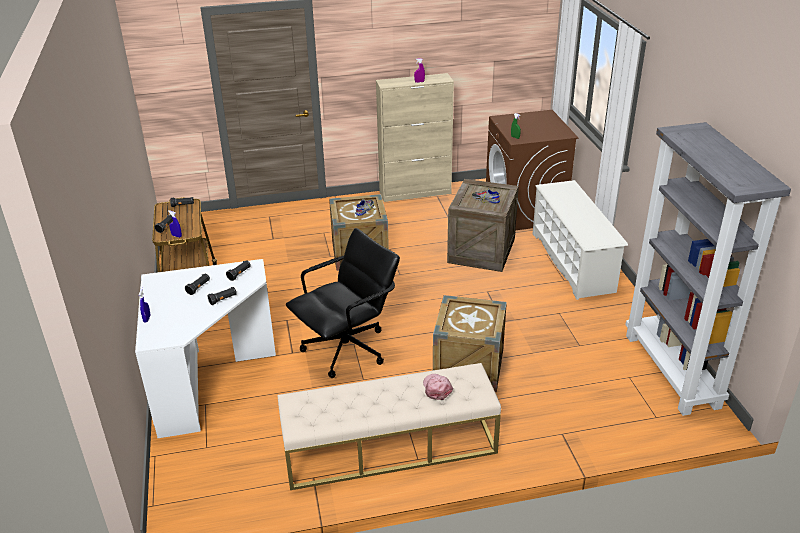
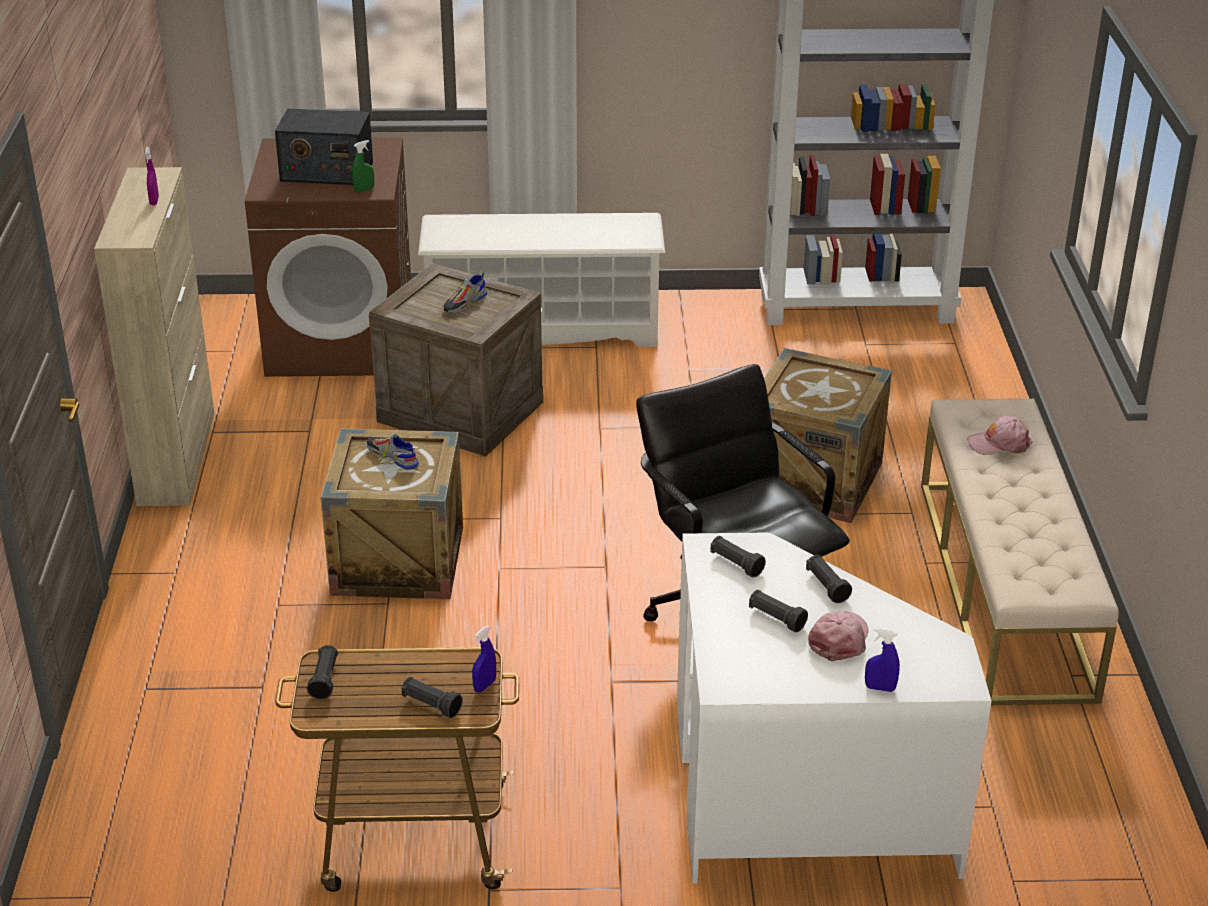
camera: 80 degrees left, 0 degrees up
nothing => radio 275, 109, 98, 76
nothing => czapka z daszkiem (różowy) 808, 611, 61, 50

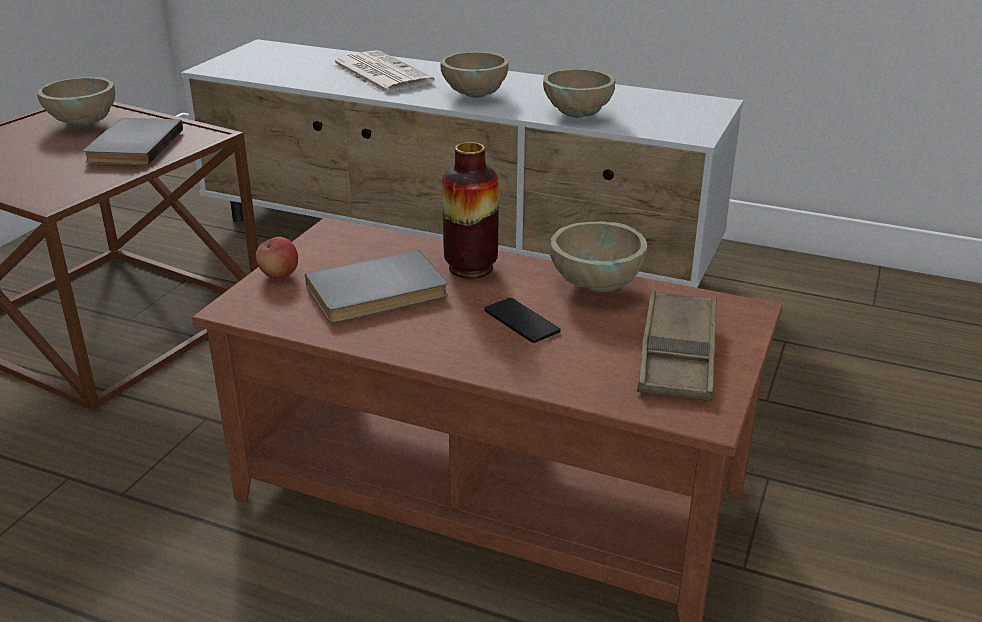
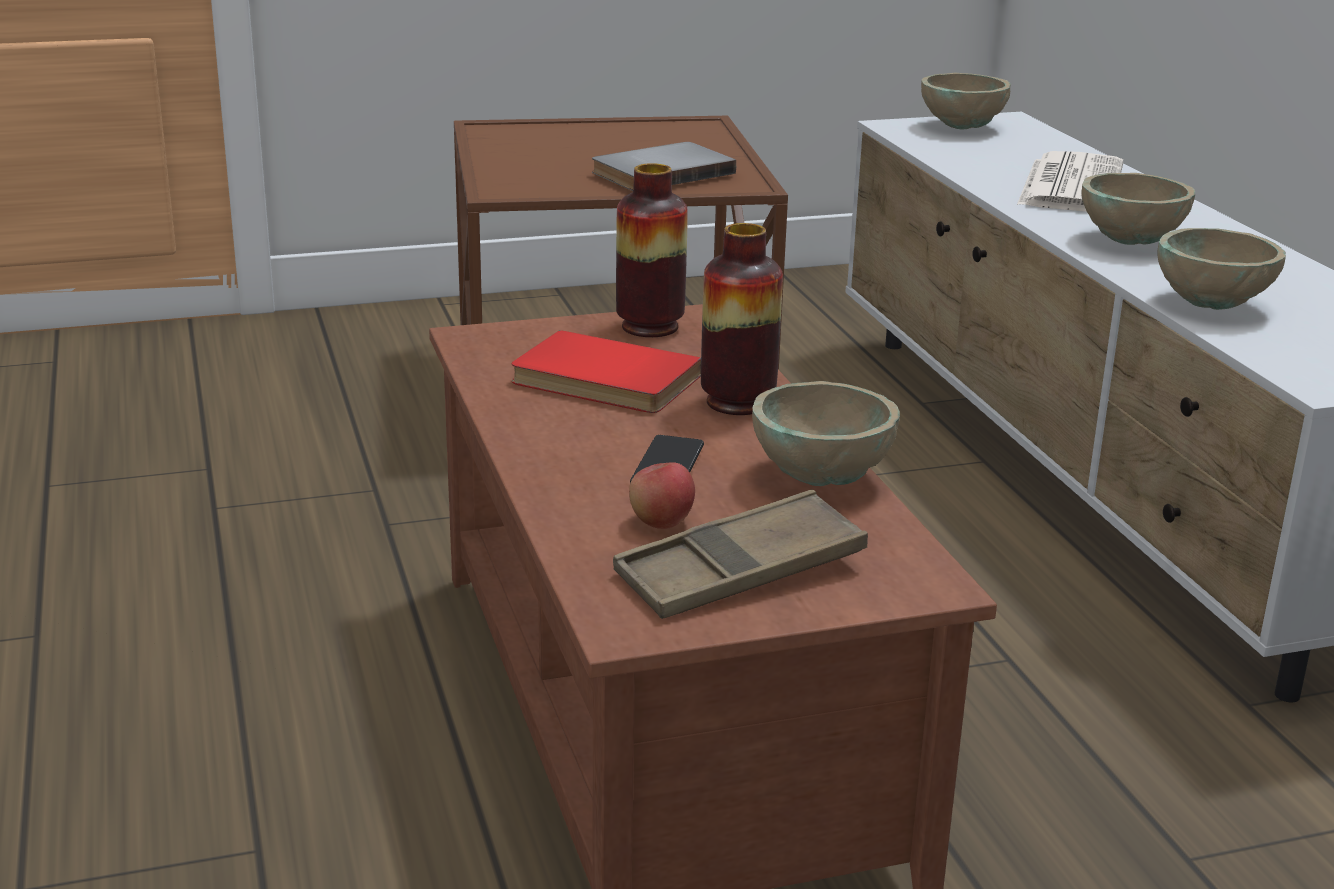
camera: 50 degrees right, 5 degrees down
miska (beżowy) 37, 77, 78, 49 => miska (beżowy) 921, 73, 90, 57, move
jabłko 256, 237, 42, 42 => jabłko 629, 462, 66, 67, move
książka (szary) 305, 250, 143, 73 => książka (czerwony) 511, 330, 190, 83
nothing => wazon 616, 163, 72, 174

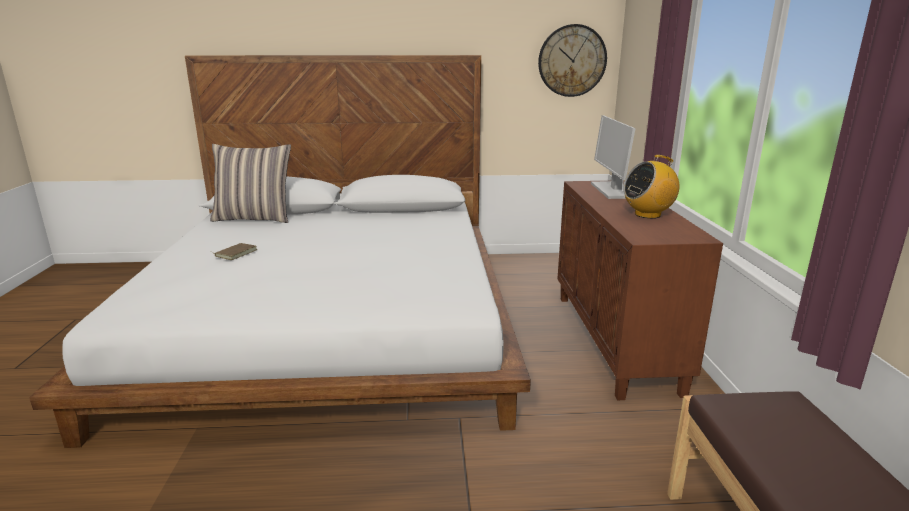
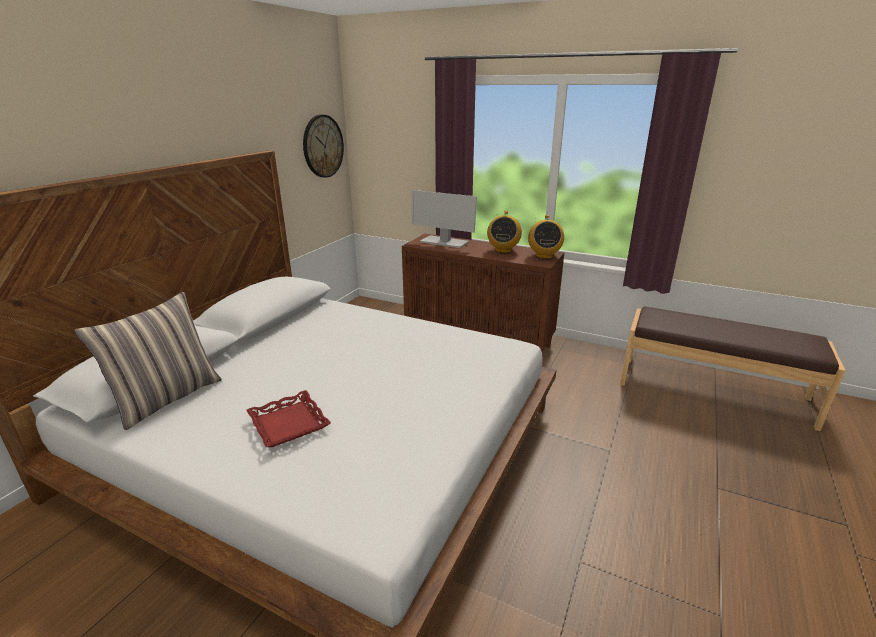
camera: 60 degrees left, 5 degrees up
książka (brązowy) 212, 243, 45, 17 => taca (czerwony) 246, 390, 85, 57
nothing => radio 528, 215, 36, 44

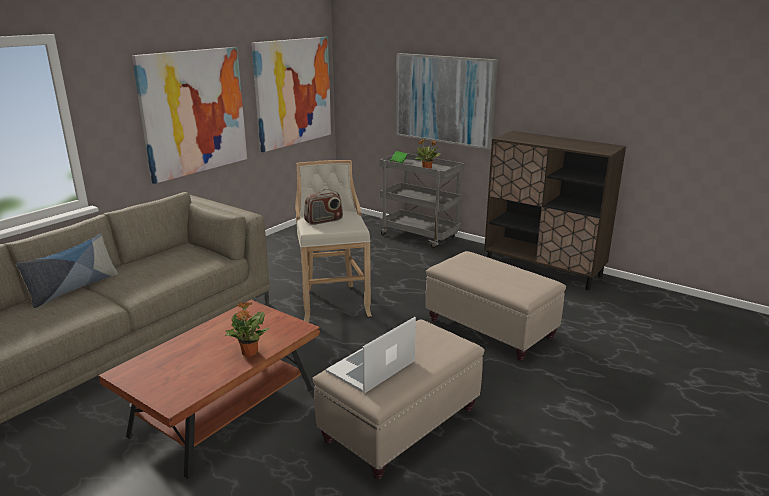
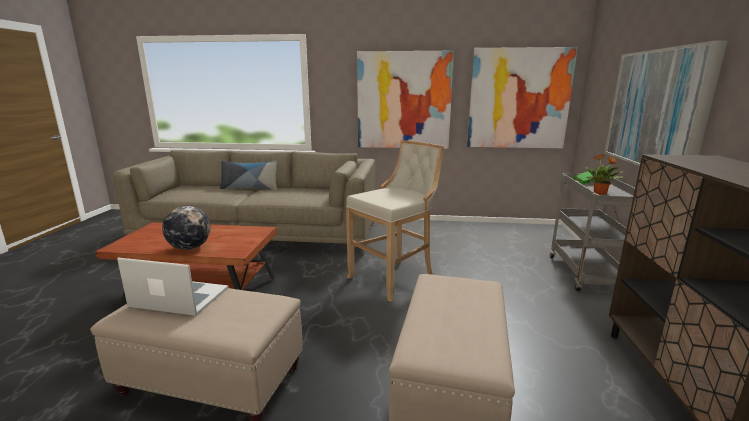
camera: 60 degrees right, 5 degrees down
roślina doniczkowa 225, 302, 44, 54 => globus 162, 206, 49, 44
radio 304, 189, 39, 36 => nothing

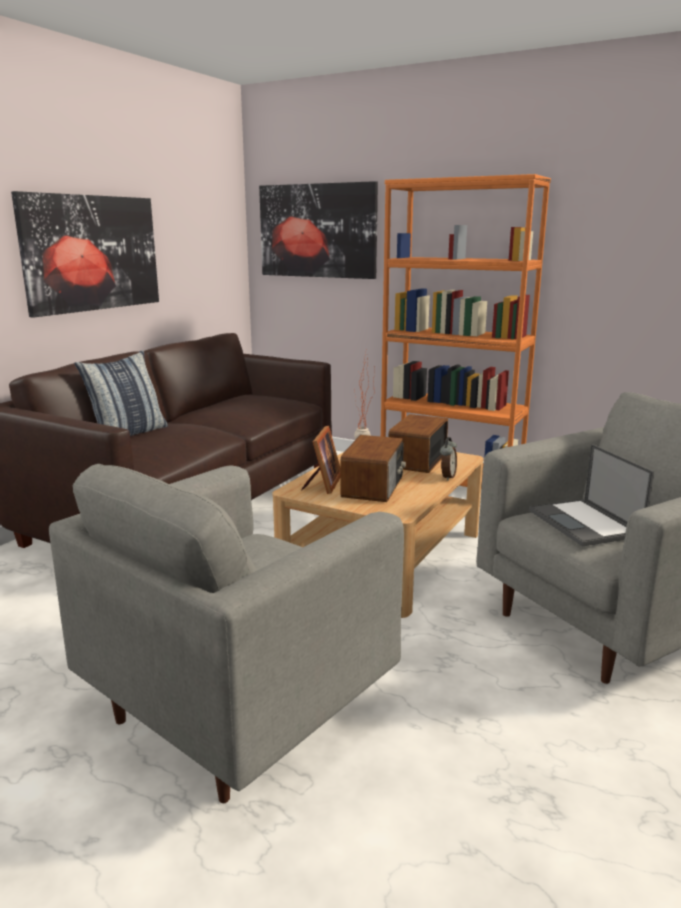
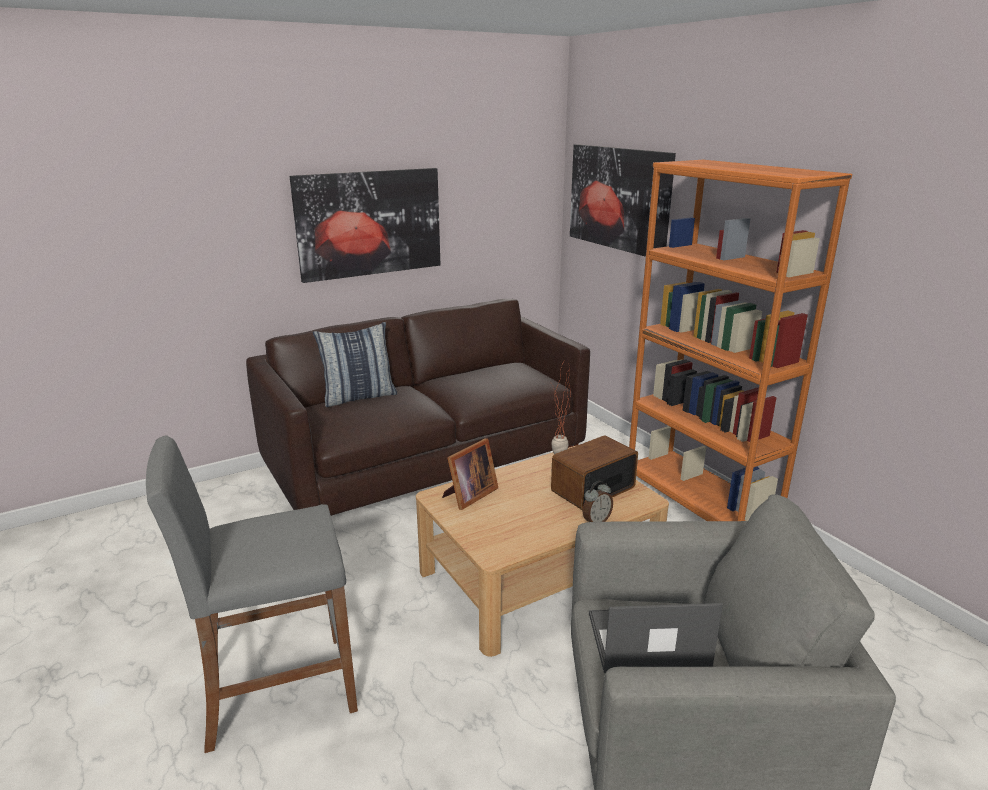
camera: 30 degrees right, 5 degrees up
fotel (szary) 49, 464, 355, 339 => stołek (szary) 146, 435, 212, 318
radio 341, 435, 65, 67 => nothing
laptop 529, 444, 125, 103 => laptop 589, 603, 134, 70, 75 degrees clockwise

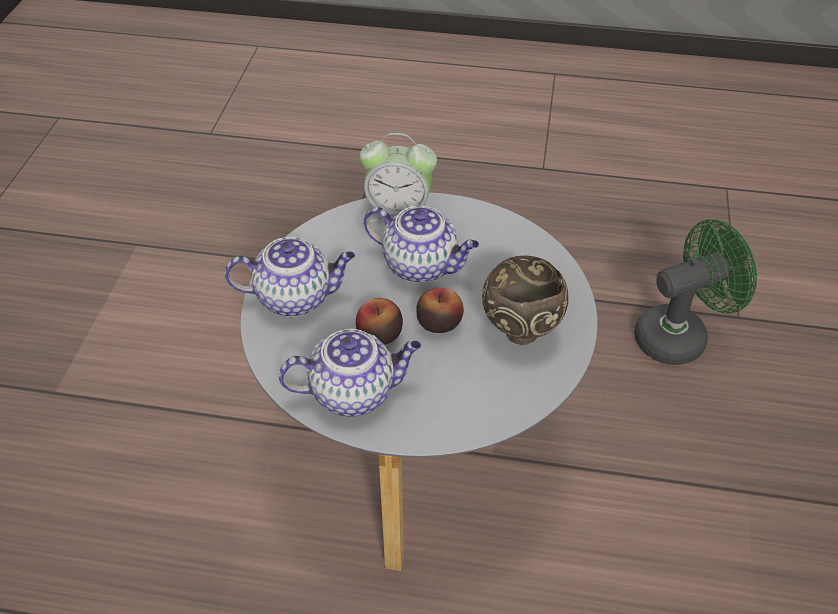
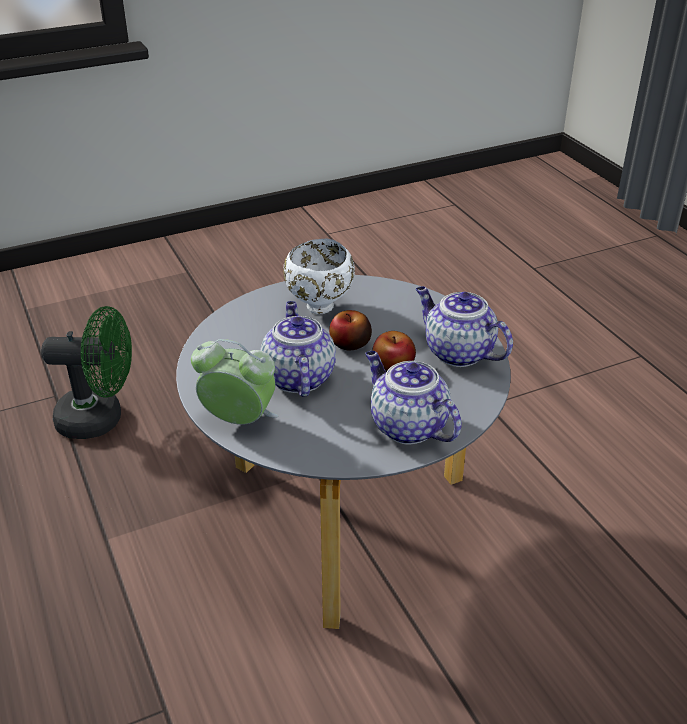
camera: 125 degrees left, 10 degrees down
budzik 359, 133, 78, 90 => budzik 191, 339, 88, 86, 45 degrees counterclockwise
miska (brązowy) 482, 255, 87, 90 => miska (biały) 283, 239, 72, 75
wentylator (zielony) 634, 219, 123, 146 => wentylator (zielony) 41, 306, 91, 133, 150 degrees clockwise

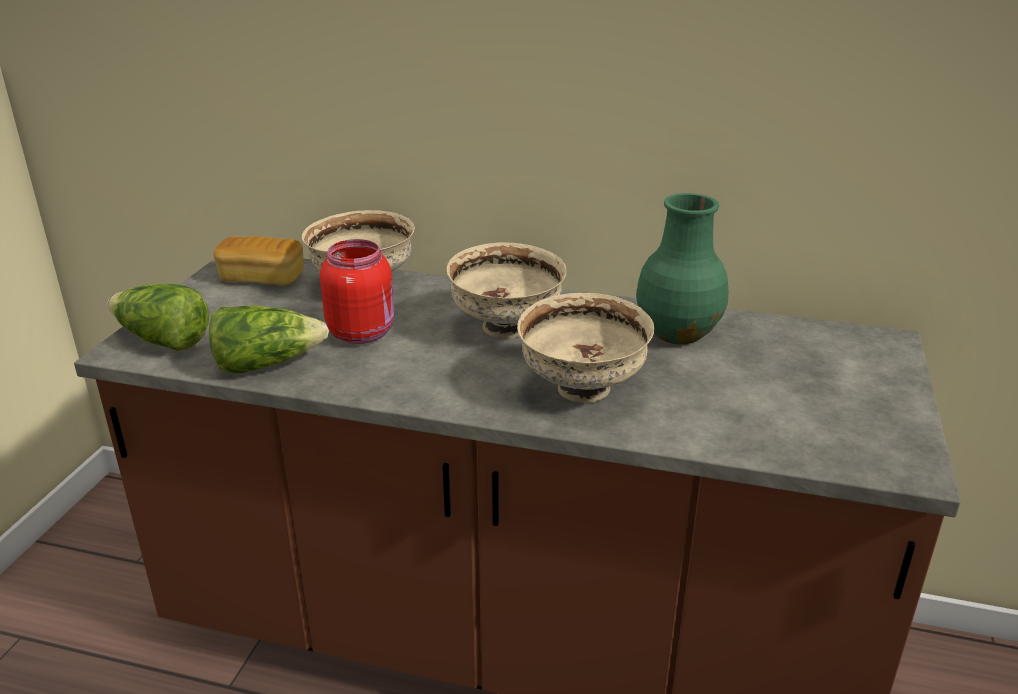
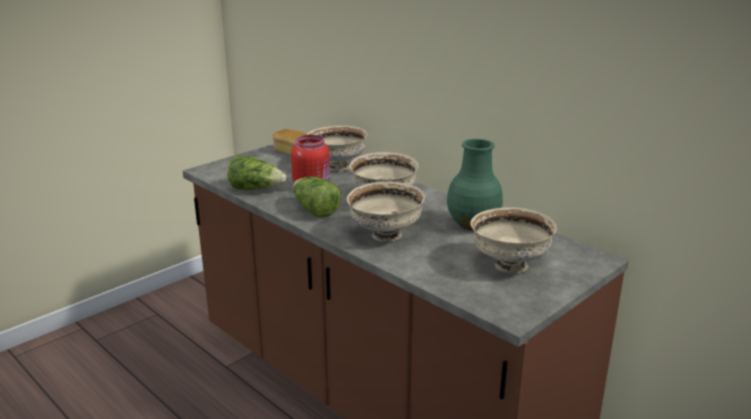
camera: 30 degrees right, 5 degrees down
sałata 108, 284, 101, 67 => sałata 293, 177, 48, 41, move
nothing => miska (beżowy) 470, 207, 87, 67

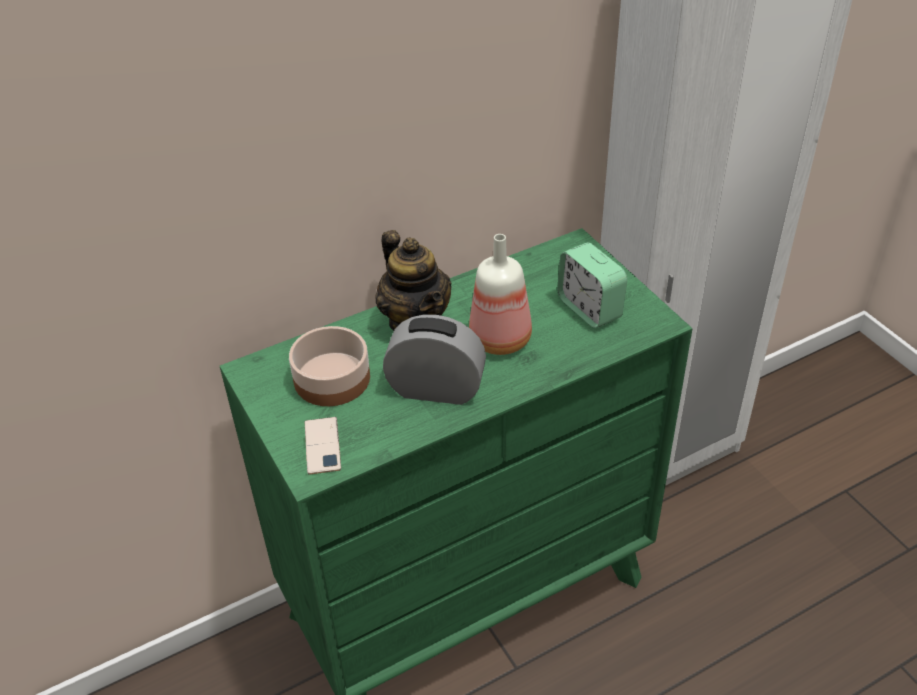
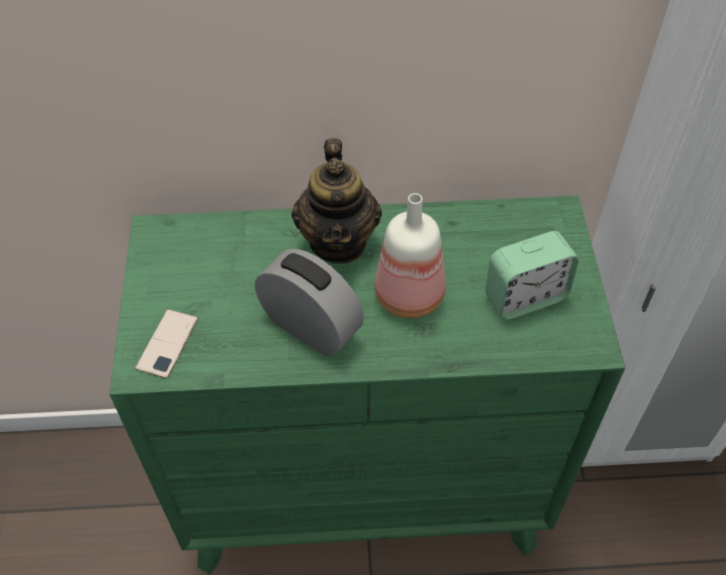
camera: 25 degrees right, 10 degrees up
miska 289, 326, 81, 80 => nothing
budzik 557, 242, 70, 86 => budzik 485, 231, 94, 89, 105 degrees counterclockwise

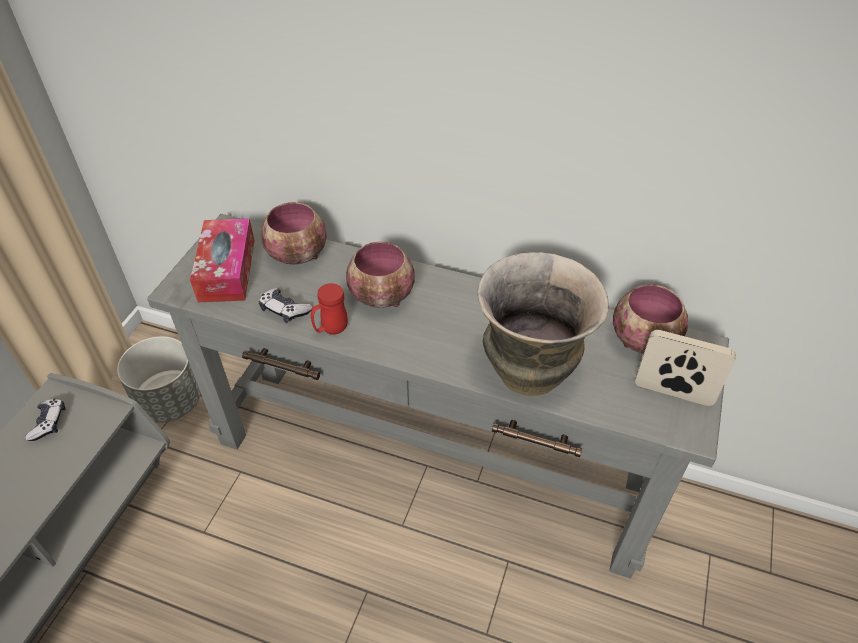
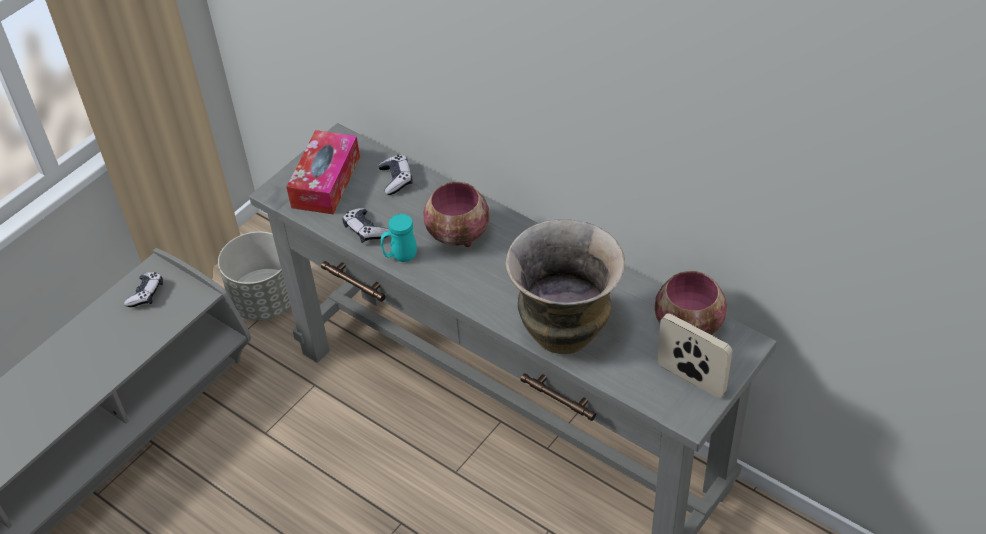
camera: 20 degrees right, 0 degrees up
miska 261, 202, 66, 63 => pad do gier 378, 155, 35, 40
kubek (czerwony) 311, 283, 37, 52 => kubek (turkusowy) 381, 214, 36, 48

